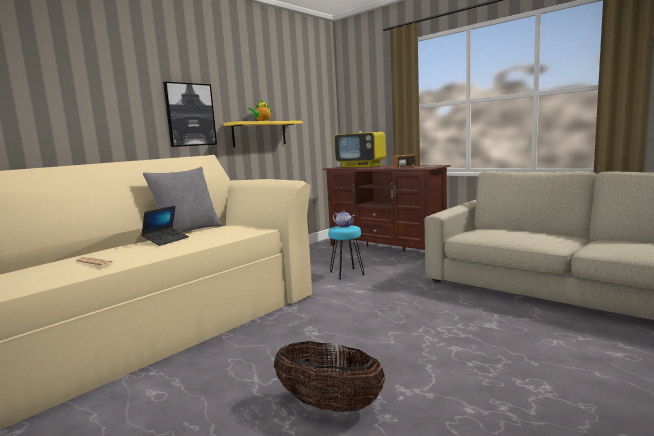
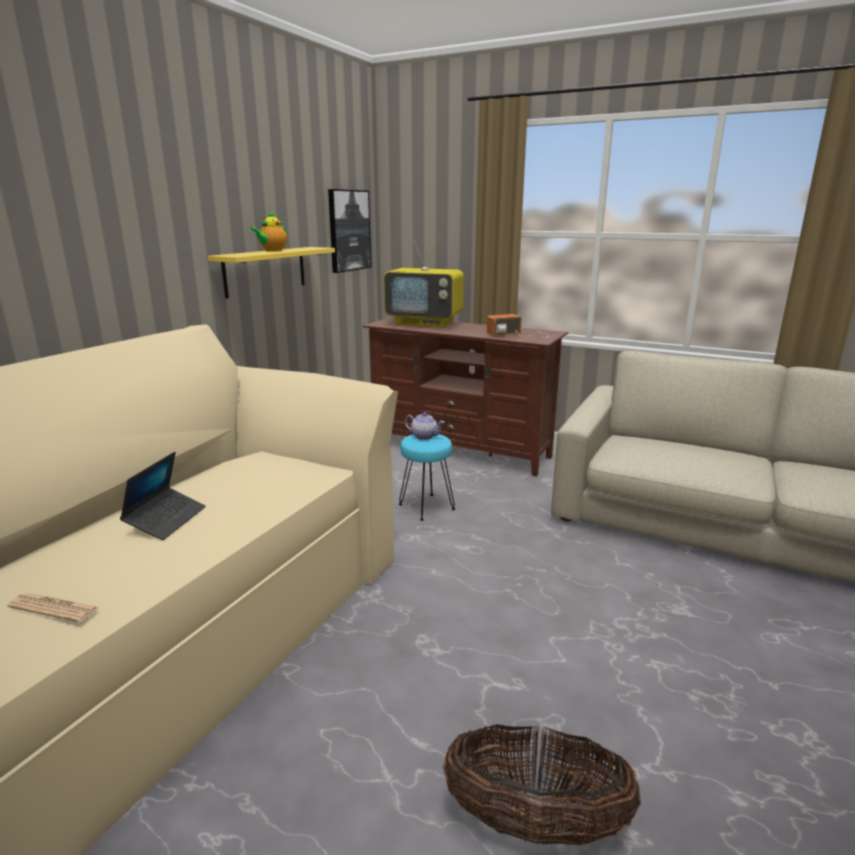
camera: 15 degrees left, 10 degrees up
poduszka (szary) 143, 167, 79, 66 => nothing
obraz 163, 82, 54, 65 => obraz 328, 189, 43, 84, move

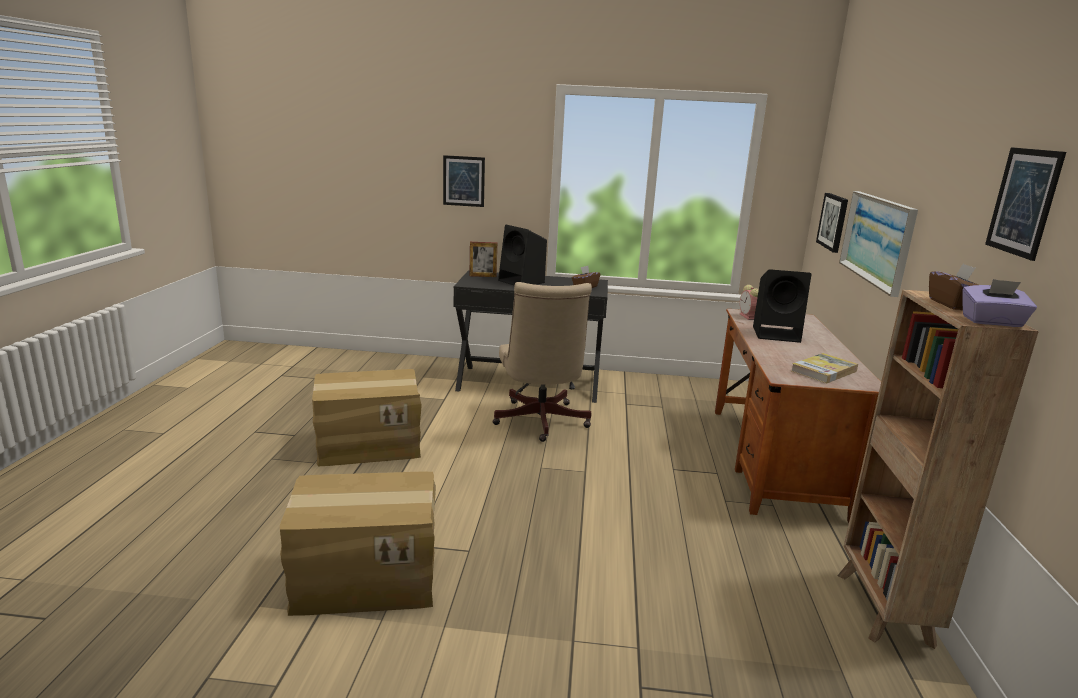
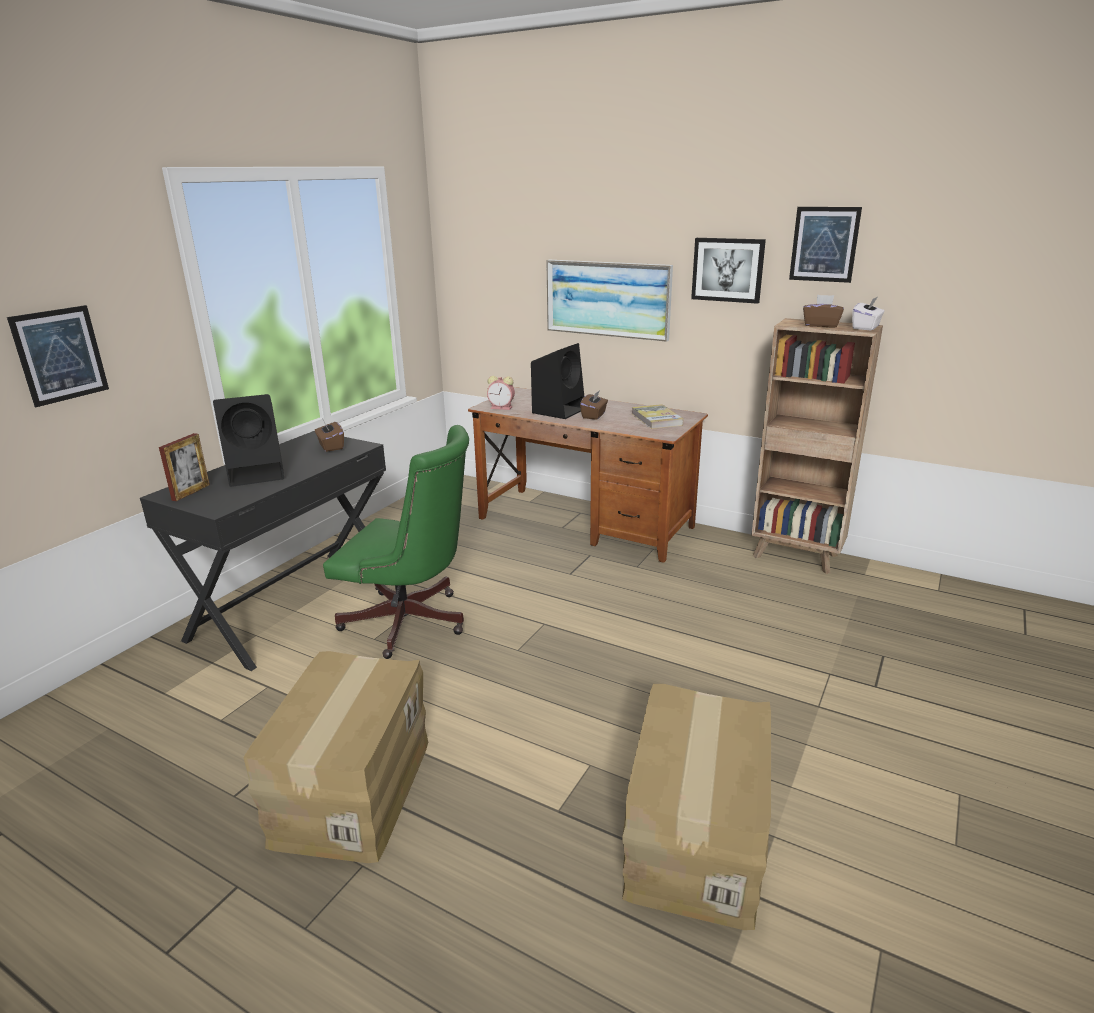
camera: 65 degrees left, 5 degrees up
krzesło biurowe (beżowy) 493, 282, 99, 160 => krzesło biurowe (zielony) 323, 425, 146, 234
obraz 816, 193, 32, 60 => obraz 691, 238, 75, 66, move
pudełko chusteczek (fioletowy) 962, 279, 75, 48 => pudełko chusteczek (biały) 852, 297, 33, 33
nothing => pudełko chusteczek (brązowy) 580, 390, 28, 30

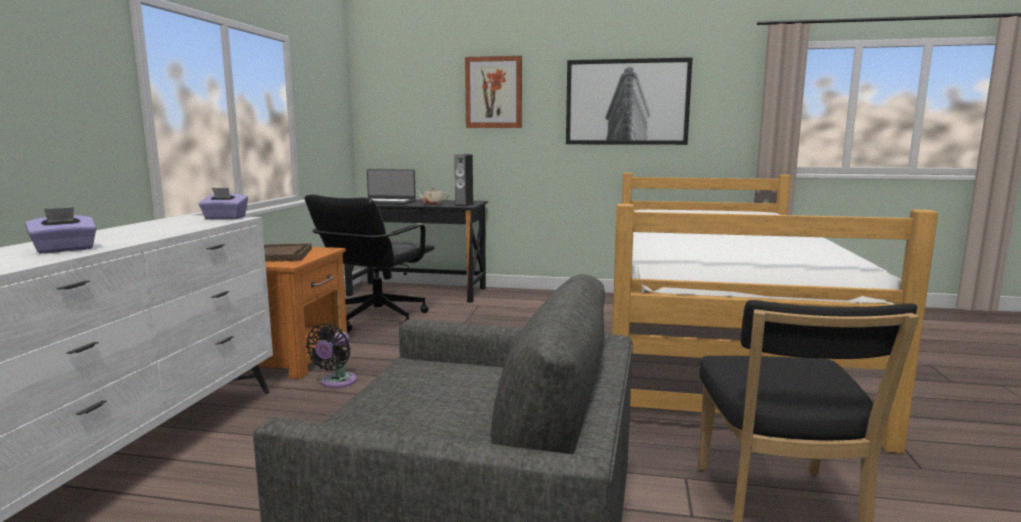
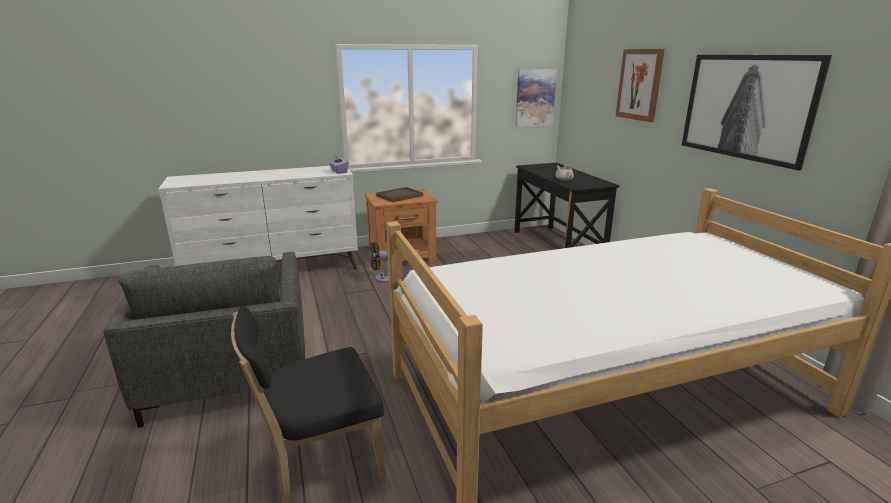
camera: 60 degrees right, 10 degrees up
pudełko chusteczek (fioletowy) 25, 207, 72, 47 => nothing
krzesło biurowe (czarny) 305, 195, 130, 137 => nothing
laptop 367, 169, 49, 36 => nothing
głośnik 454, 154, 20, 53 => nothing
nothing => obraz 515, 69, 42, 58

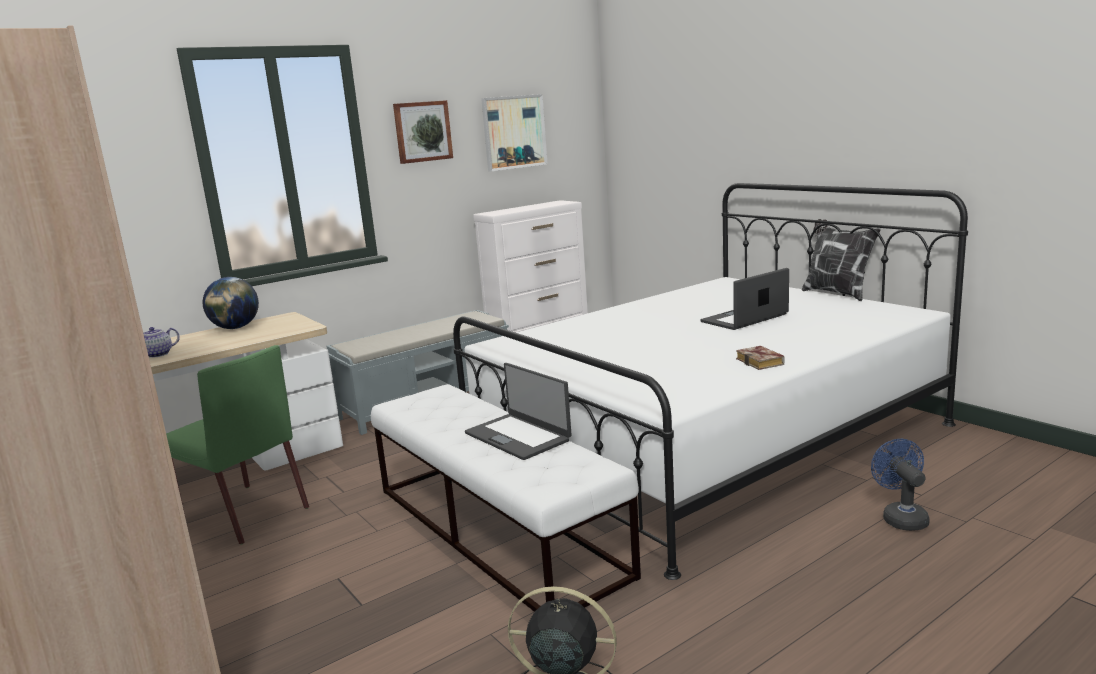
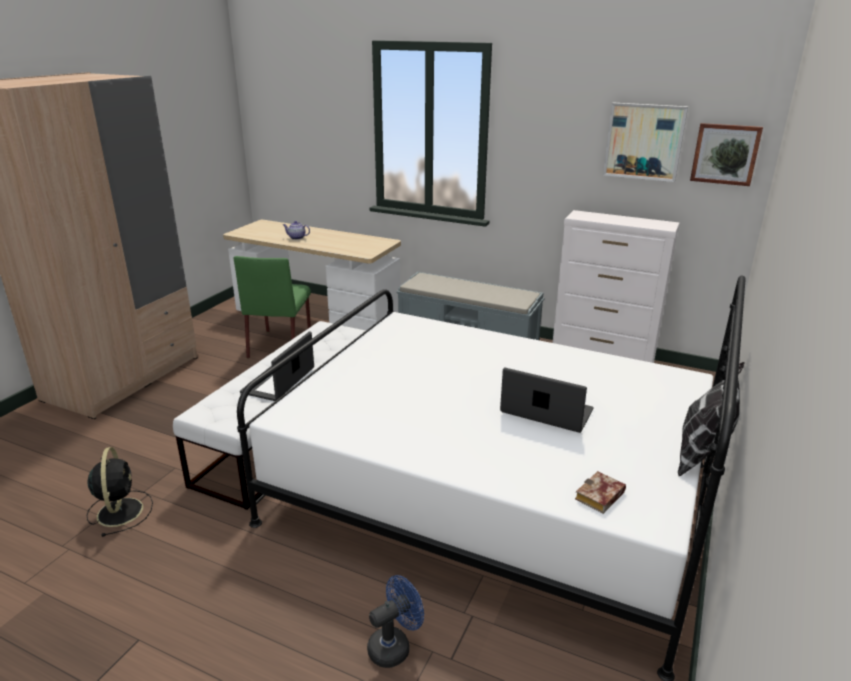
camera: 60 degrees right, 10 degrees up
globus 203, 277, 56, 52 => nothing
obraz 393, 100, 60, 64 => obraz 690, 123, 73, 63, move
książka 736, 346, 49, 24 => książka 575, 471, 51, 43, move

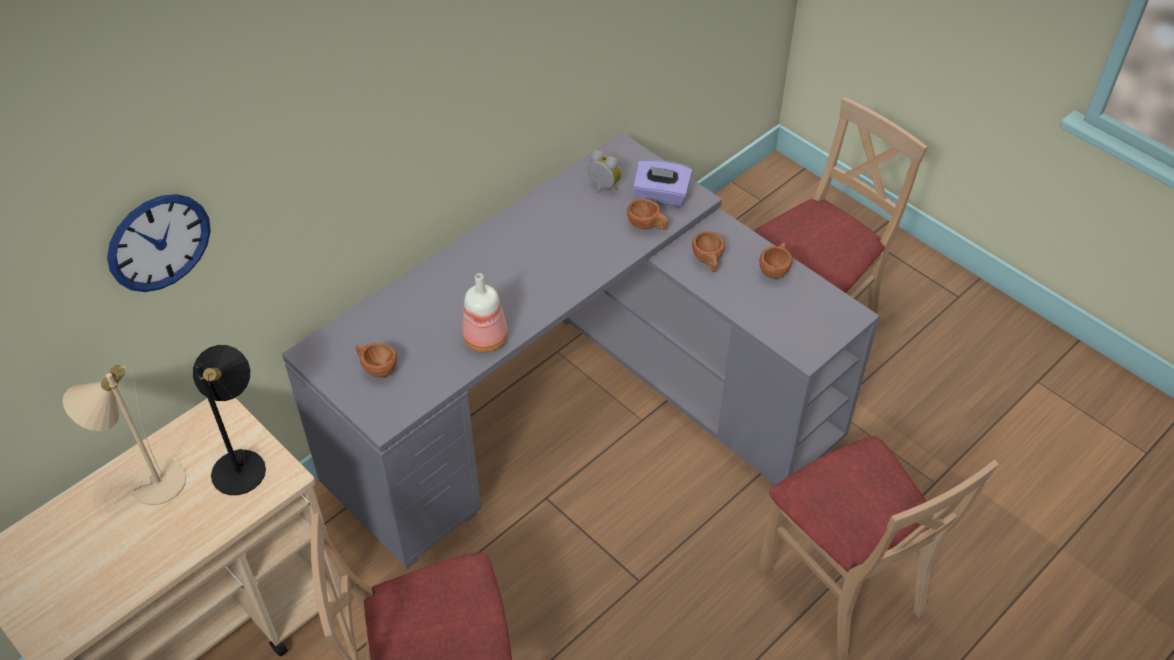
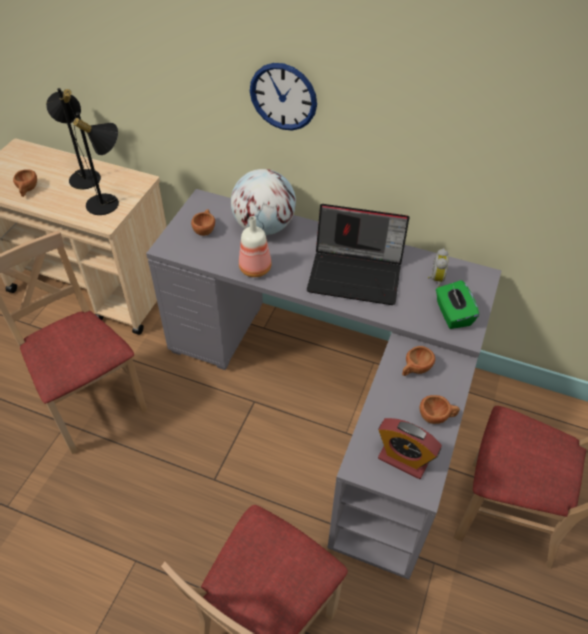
camera: 65 degrees right, 0 degrees up
lampa stołowa (beżowy) 63, 365, 123, 140 => lampa stołowa (czarny) 46, 88, 55, 102
zegar ścienny 107, 194, 104, 98 => zegar ścienny 250, 63, 67, 68, move
filiżanka (brązowy) 627, 198, 42, 32 => filiżanka (brązowy) 13, 169, 24, 28, move
pudełko chusteczek (fioletowy) 633, 160, 60, 47 => pudełko chusteczek (zielony) 436, 280, 43, 49
nothing => globus 231, 169, 65, 66
nothing => laptop 307, 204, 102, 101
nothing => budzik 378, 418, 64, 61

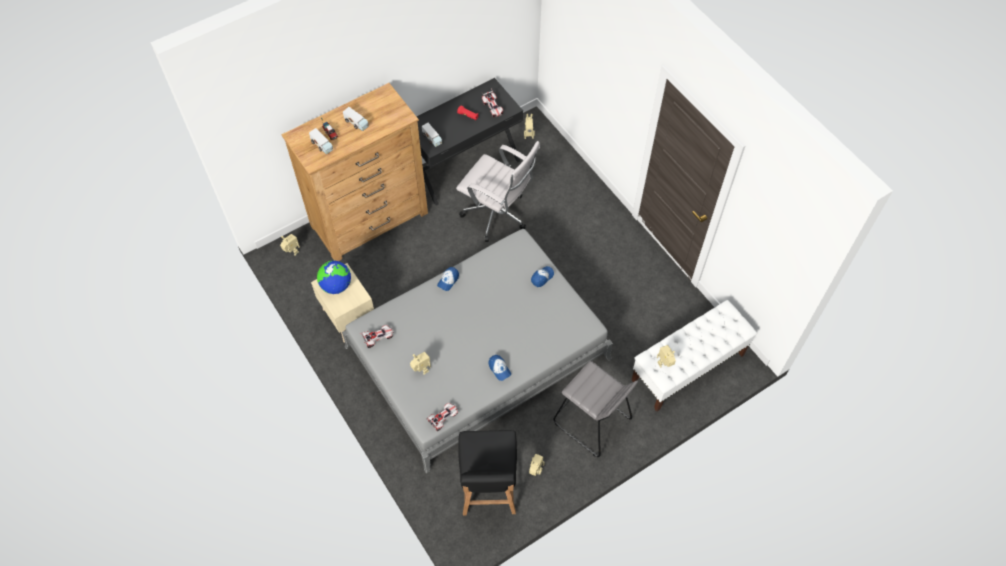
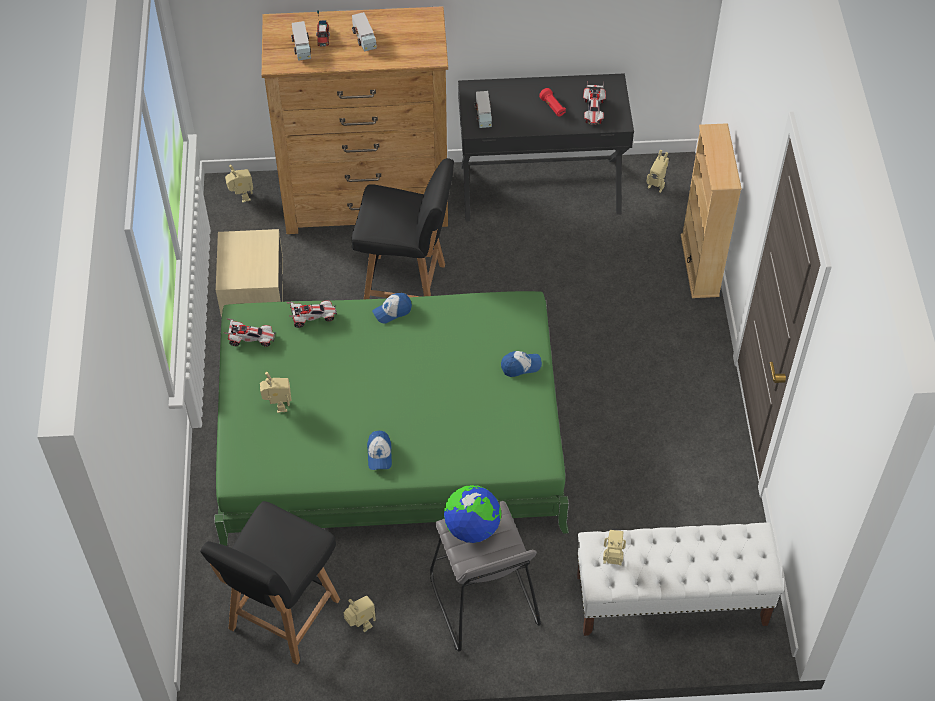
camera: 30 degrees right, 5 degrees down
globus 317, 261, 34, 33 => globus 444, 485, 57, 58, move
łóżko (szary) 342, 229, 271, 244 => łóżko (zielony) 214, 291, 355, 255
samochodzik 426, 403, 32, 28 => samochodzik 286, 300, 51, 28, move
krzesło biurowe (biały) 456, 141, 84, 101 => nothing
nothing => krzesło (czarny) 352, 158, 102, 141
nothing => regał (beżowy) 681, 123, 61, 175

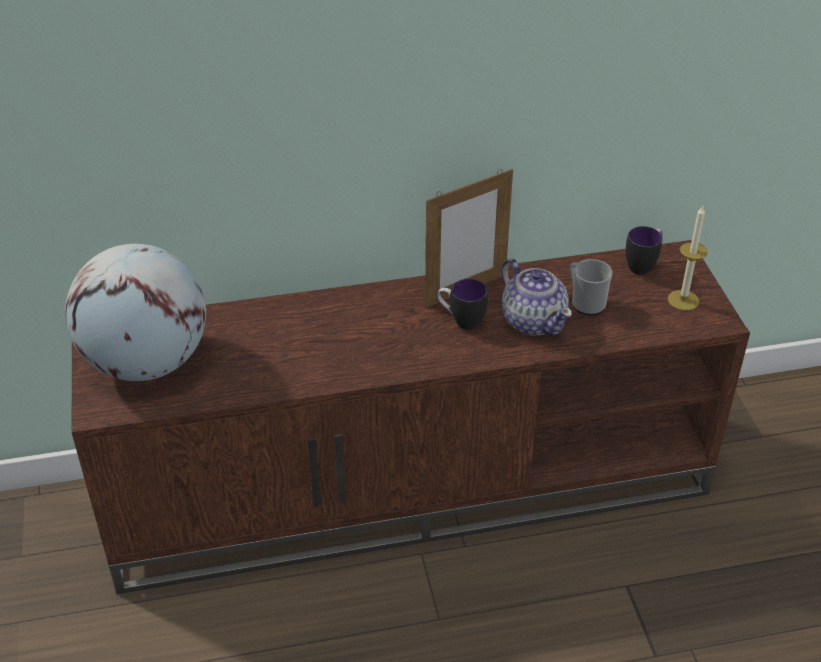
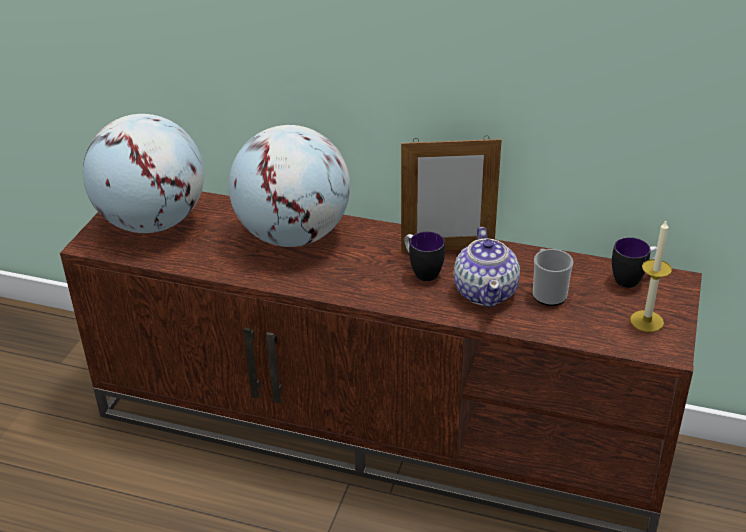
camera: 30 degrees right, 5 degrees down
nothing => globus 229, 125, 121, 122

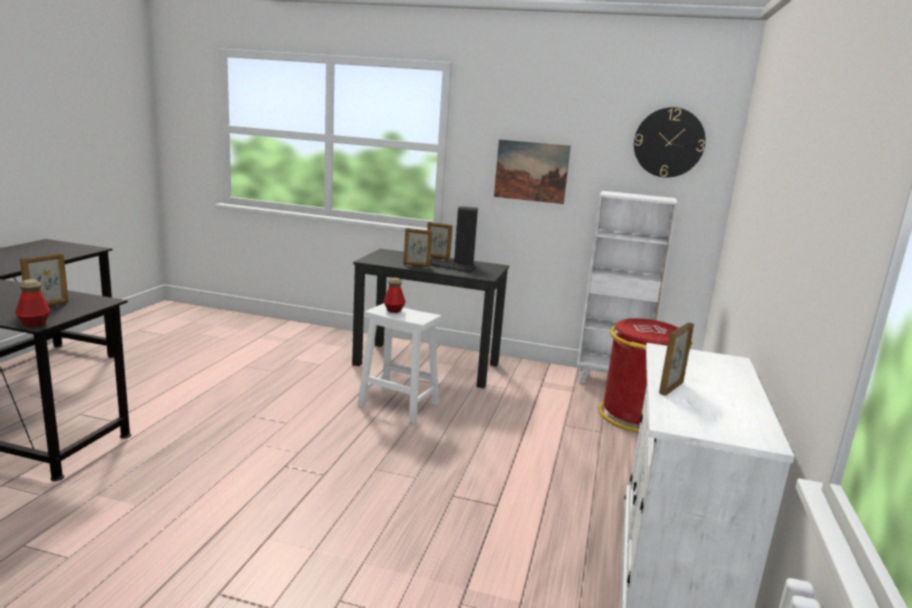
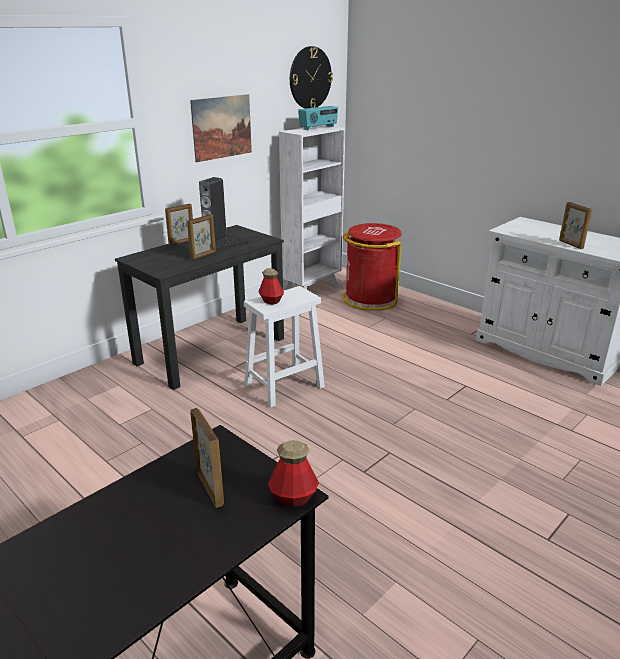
camera: 60 degrees left, 10 degrees up
nothing => radio 298, 106, 40, 24

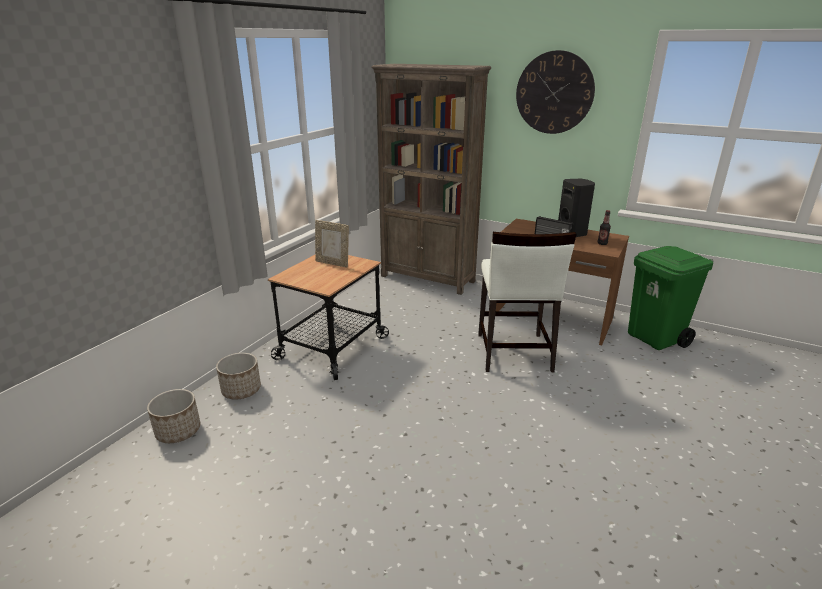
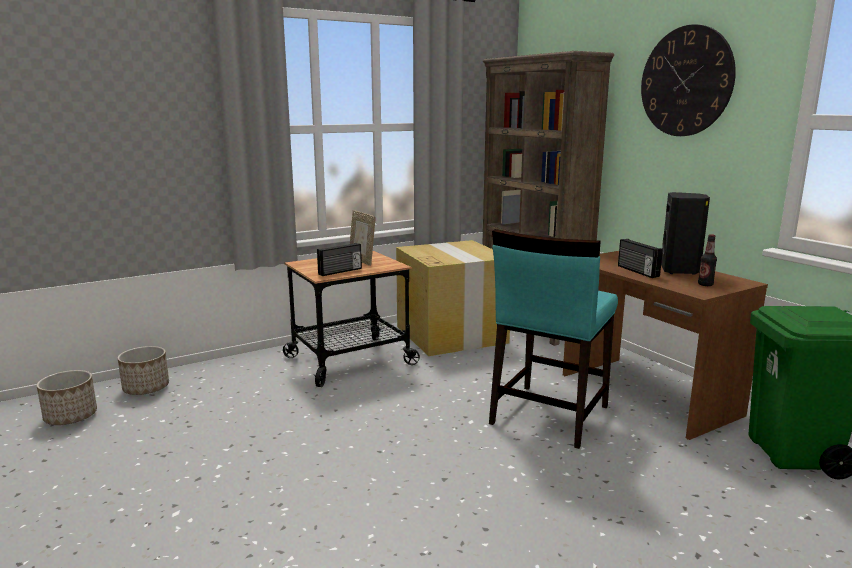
camera: 30 degrees right, 10 degrees down
donica 216, 353, 45, 47 => donica 36, 370, 61, 55, move
krzesło (biały) 478, 232, 99, 140 => krzesło (turkusowy) 489, 229, 129, 220
nothing => radio 317, 243, 45, 33
nothing => karton 396, 240, 114, 116

